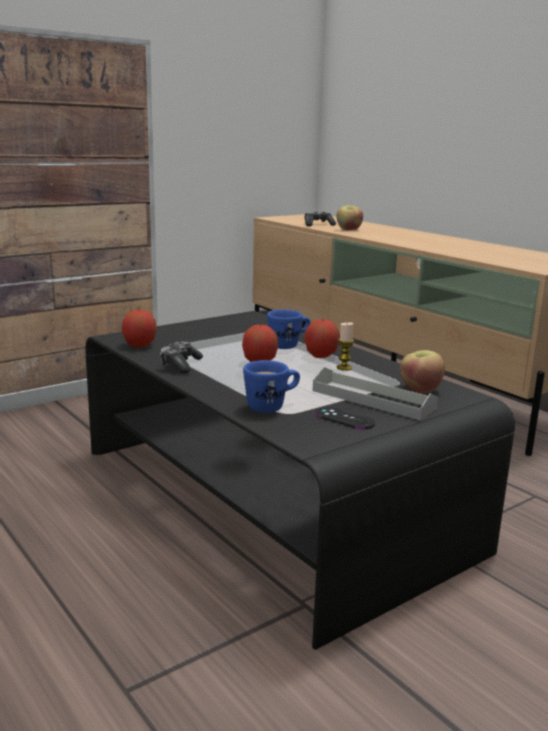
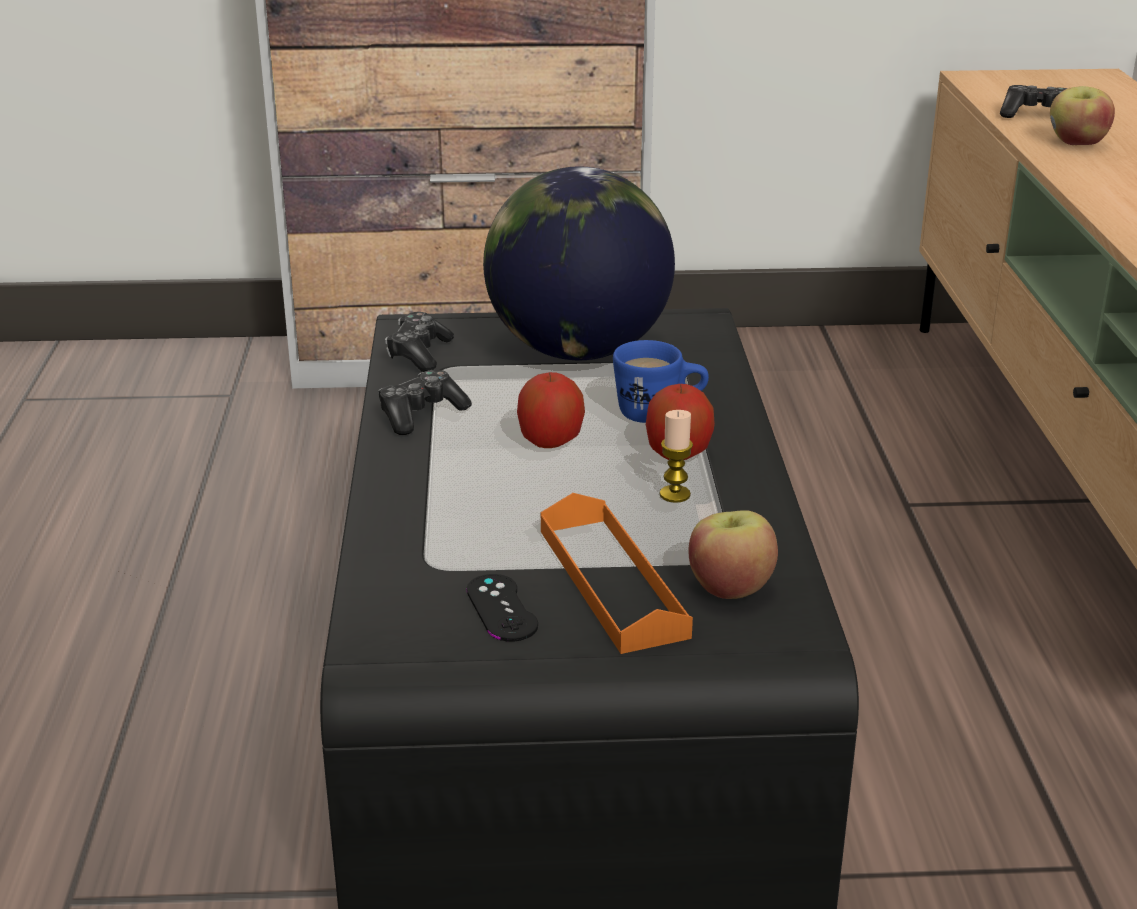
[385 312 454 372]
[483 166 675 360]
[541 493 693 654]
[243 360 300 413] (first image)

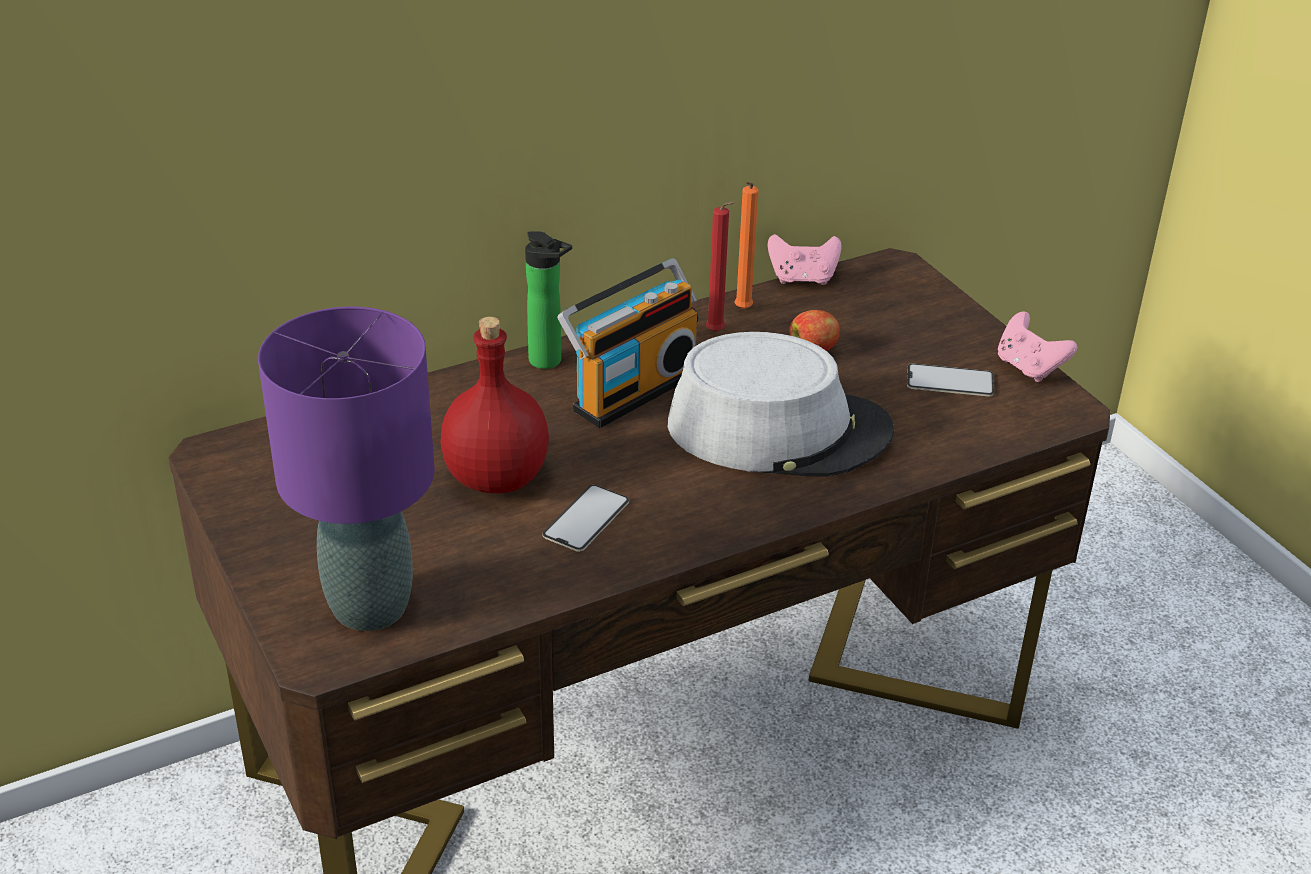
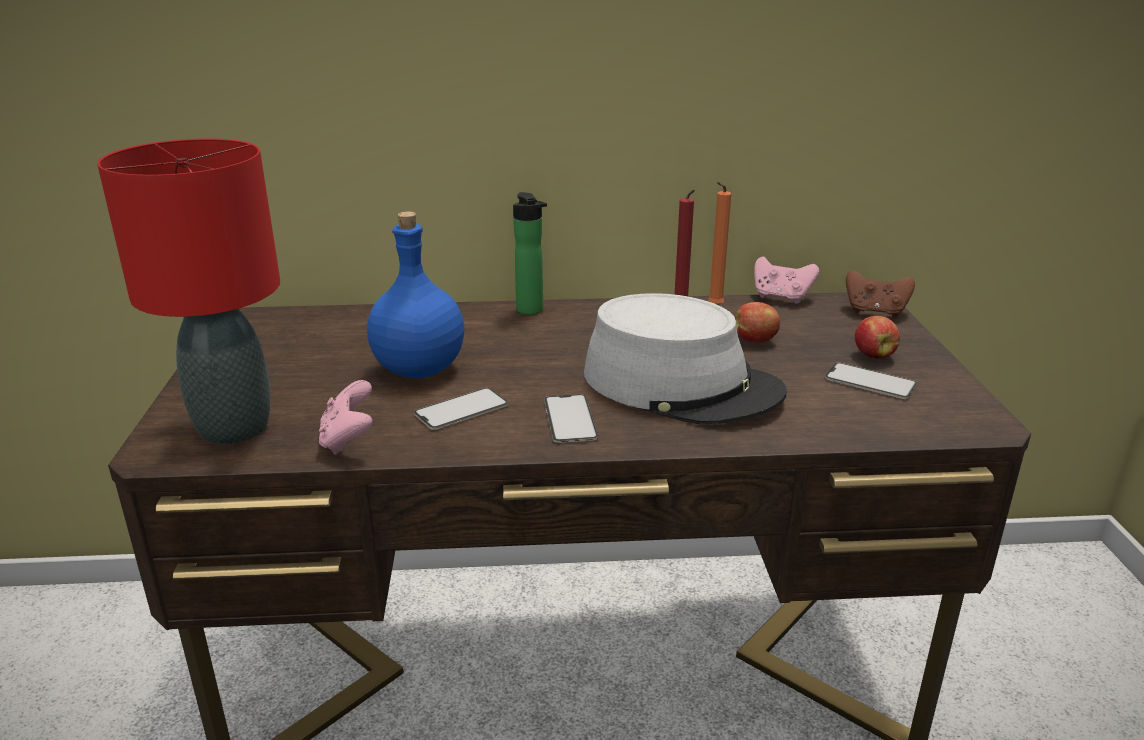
[97 138 280 445]
[319 380 373 455]
[367 211 464 378]
[544 394 599 443]
[846 270 915 318]
[855 316 900 359]
[557 258 699 428] (first image)

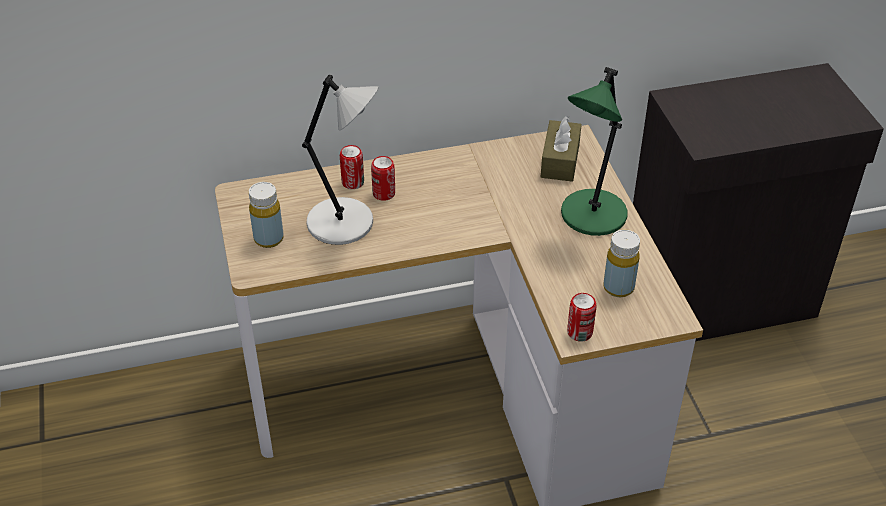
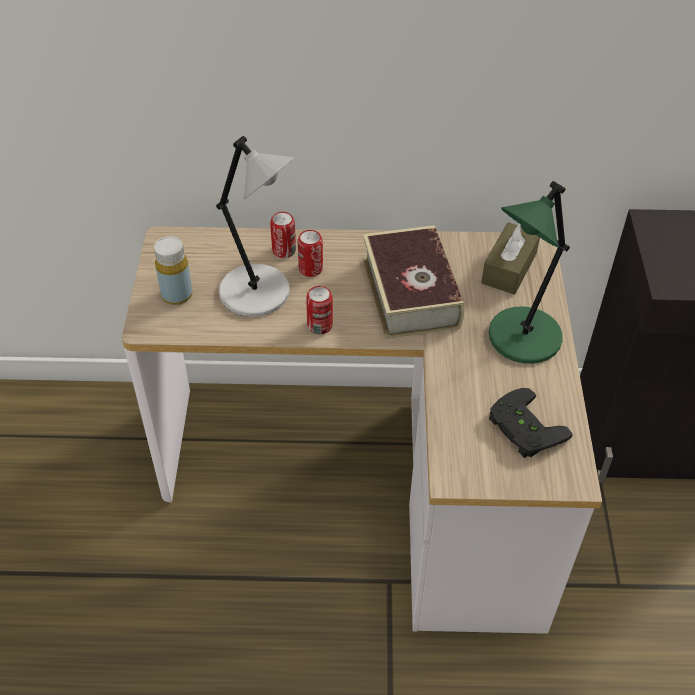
[306 286 333 334]
[362 225 464 339]
[489 388 572 458]

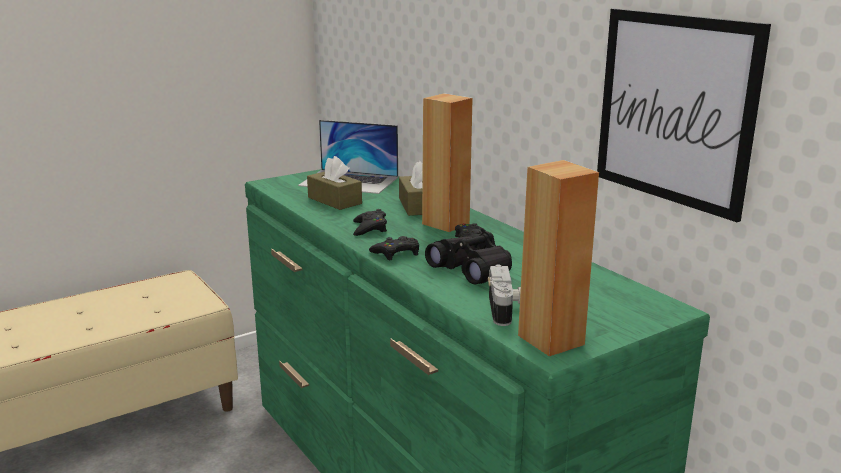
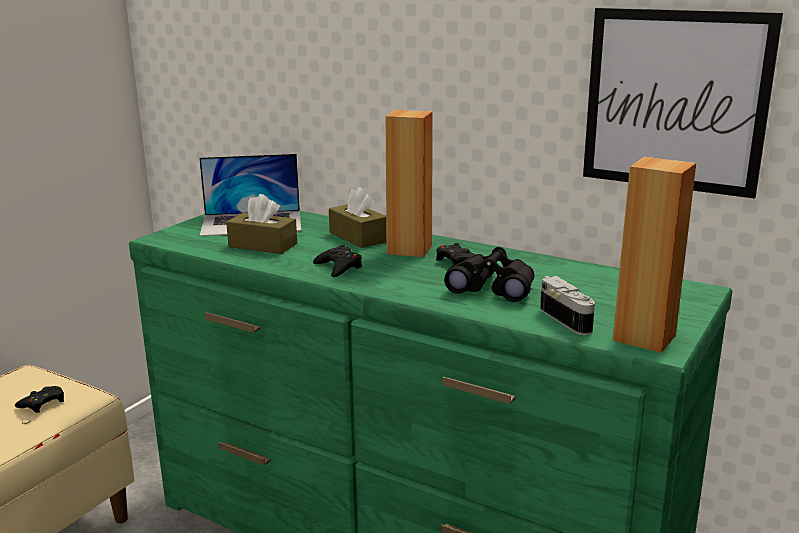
[14 386 64 413]

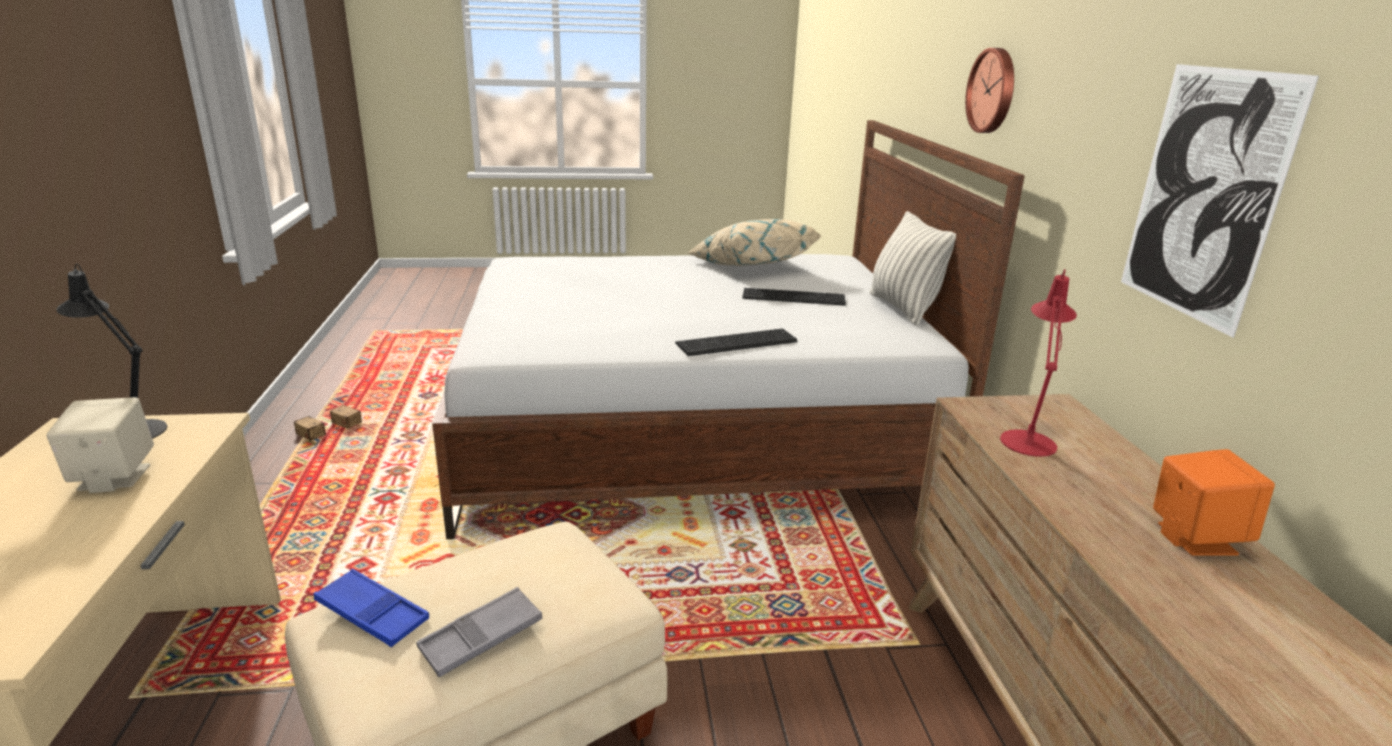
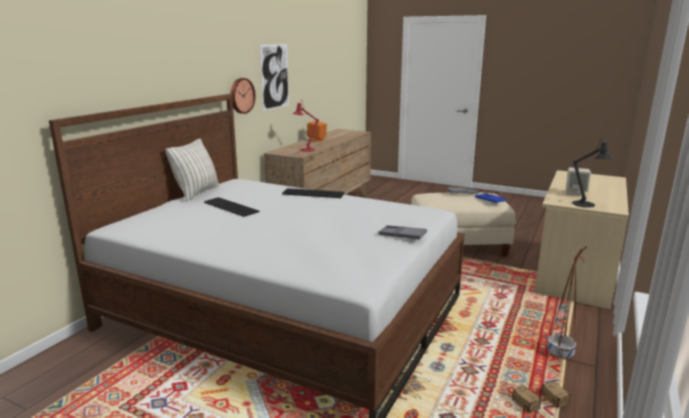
[230 78 255 114]
[378 225 427 240]
[547 246 587 359]
[688 219 821 266] (first image)

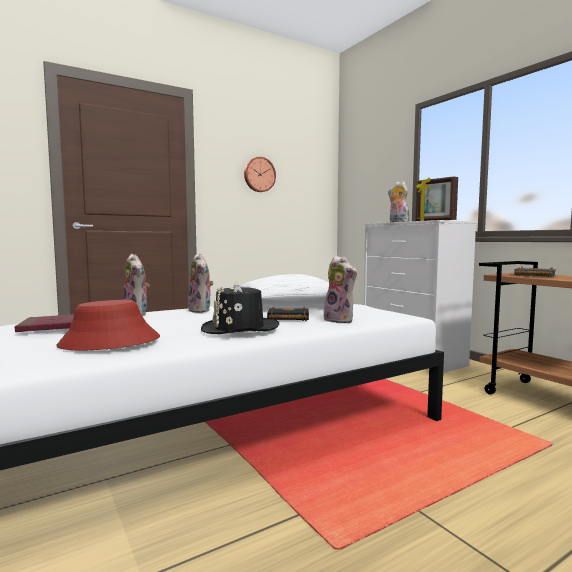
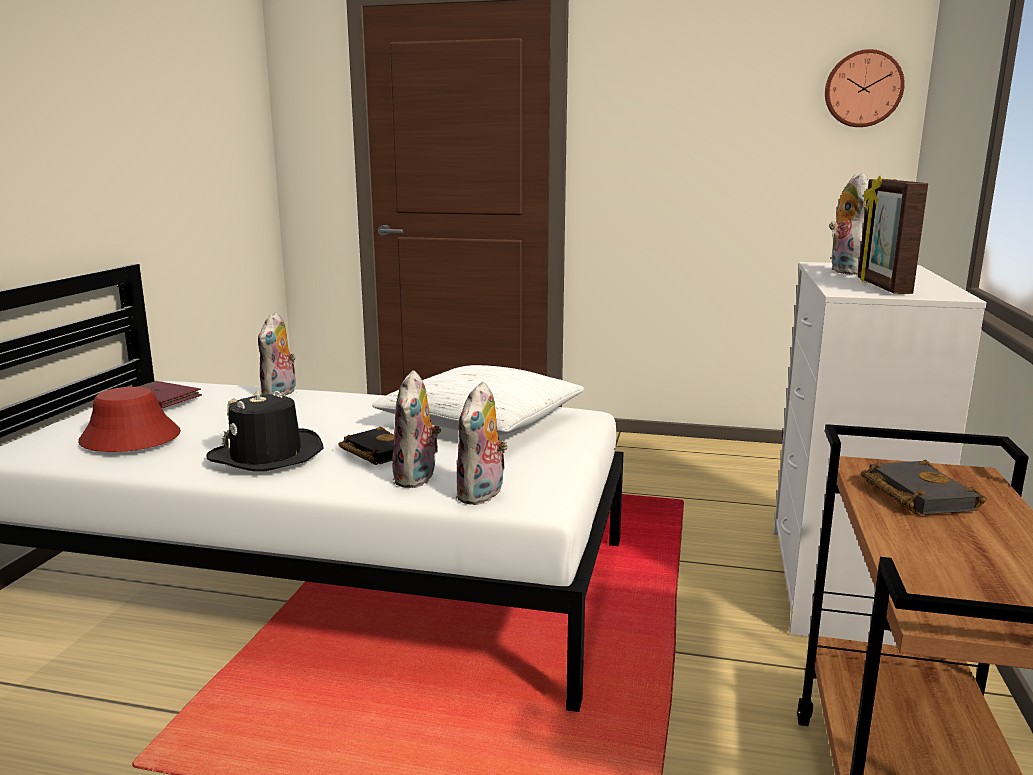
[456 382 508 505]
[825 49 905 127]

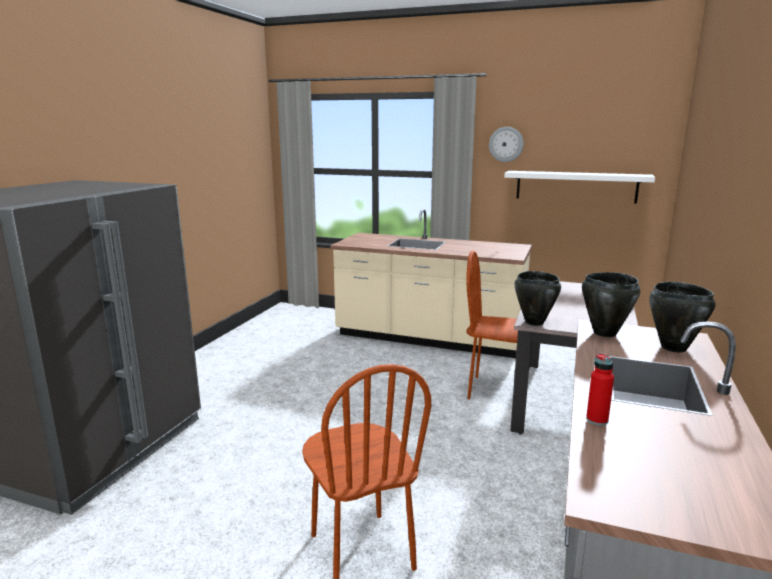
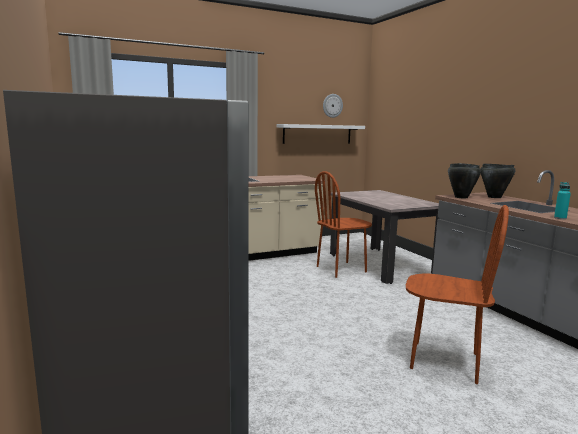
[323 94 343 118]
[554 182 571 219]
[515 271 561 326] (first image)

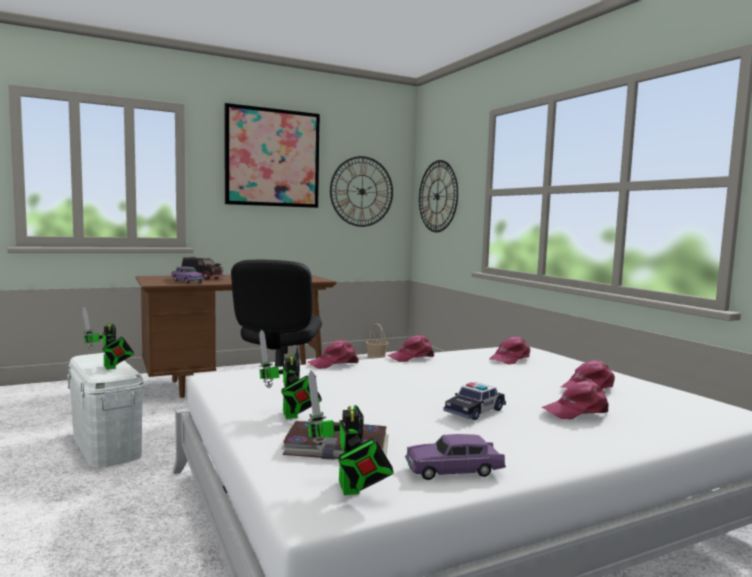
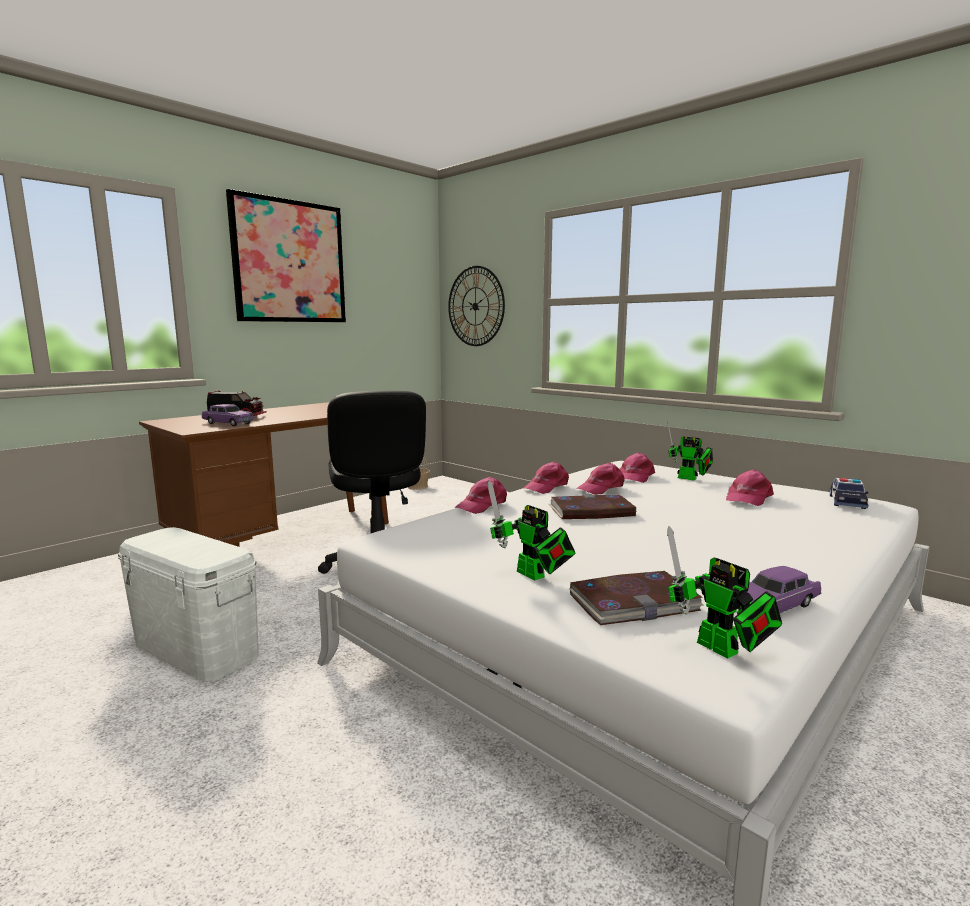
[549 494 637 519]
[576 463 625 495]
[667 421 713 481]
[829 477 868 509]
[330 156 393 227] (first image)

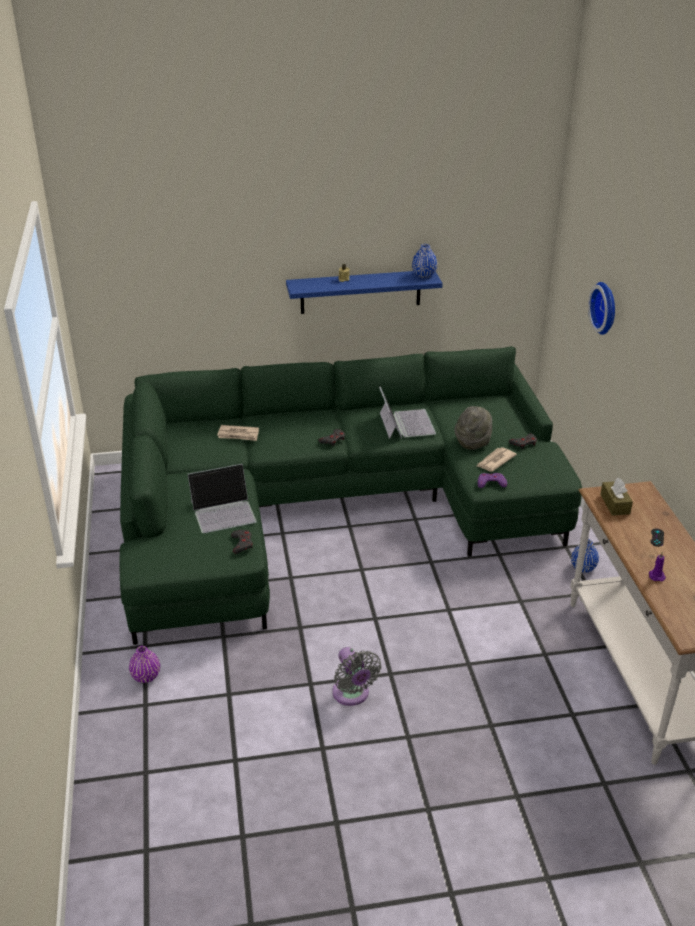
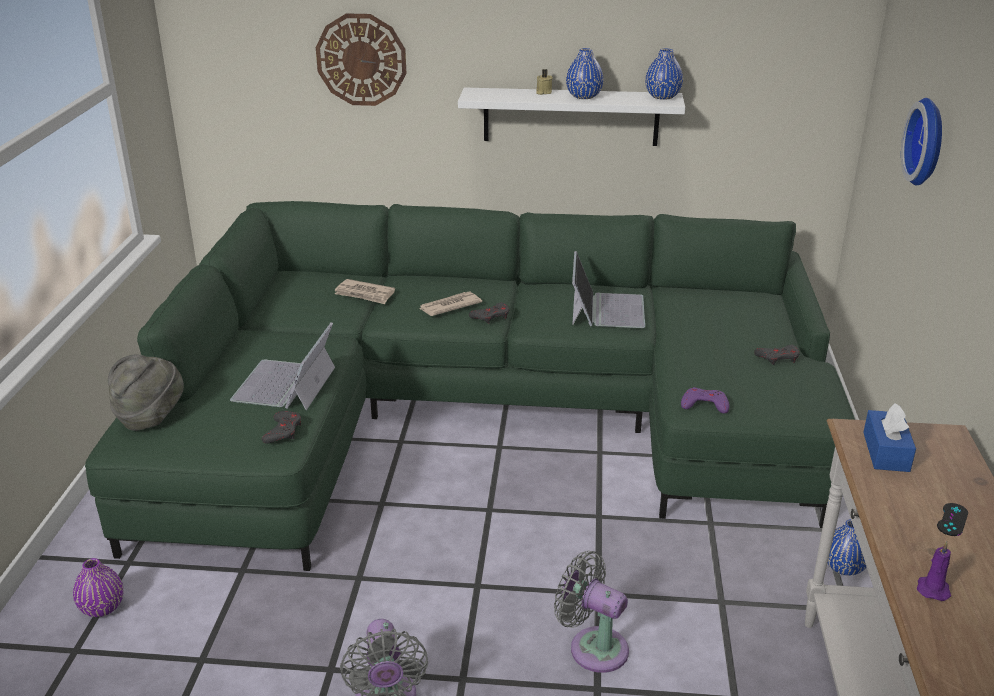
[108 355 184 431]
[230 322 335 410]
[316 13 407 106]
[419 291 482 316]
[458 87 685 146]
[554 551 629 673]
[566 48 604 99]
[863 403 916 472]

